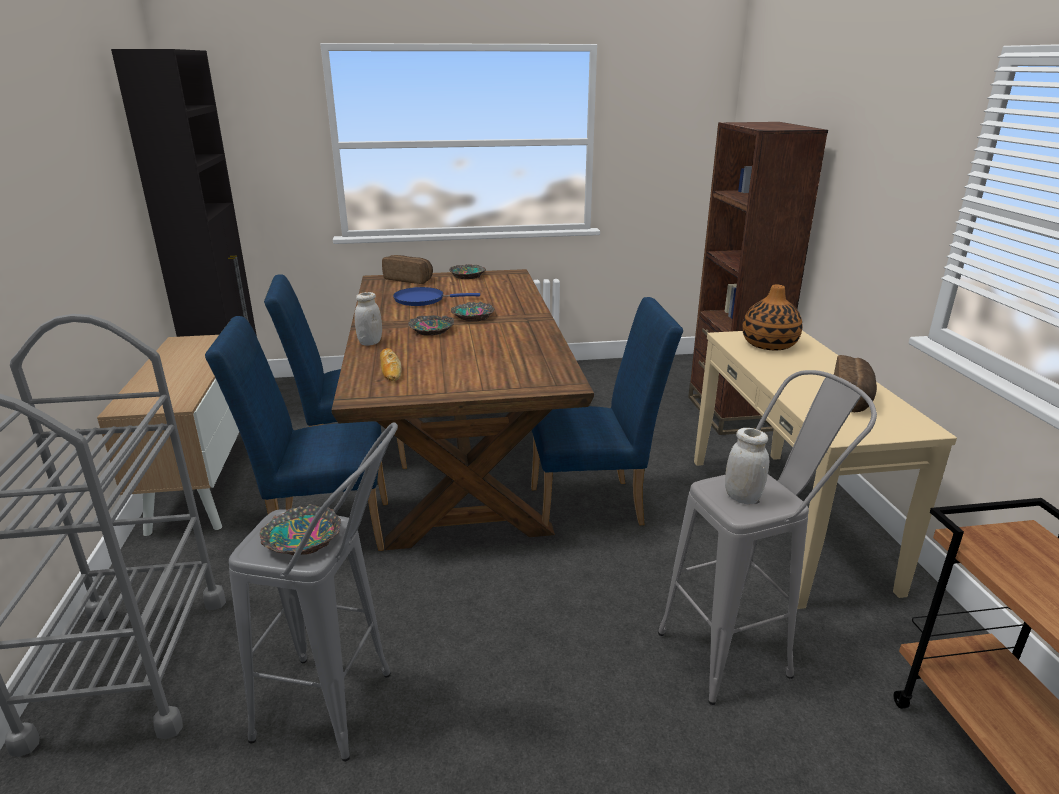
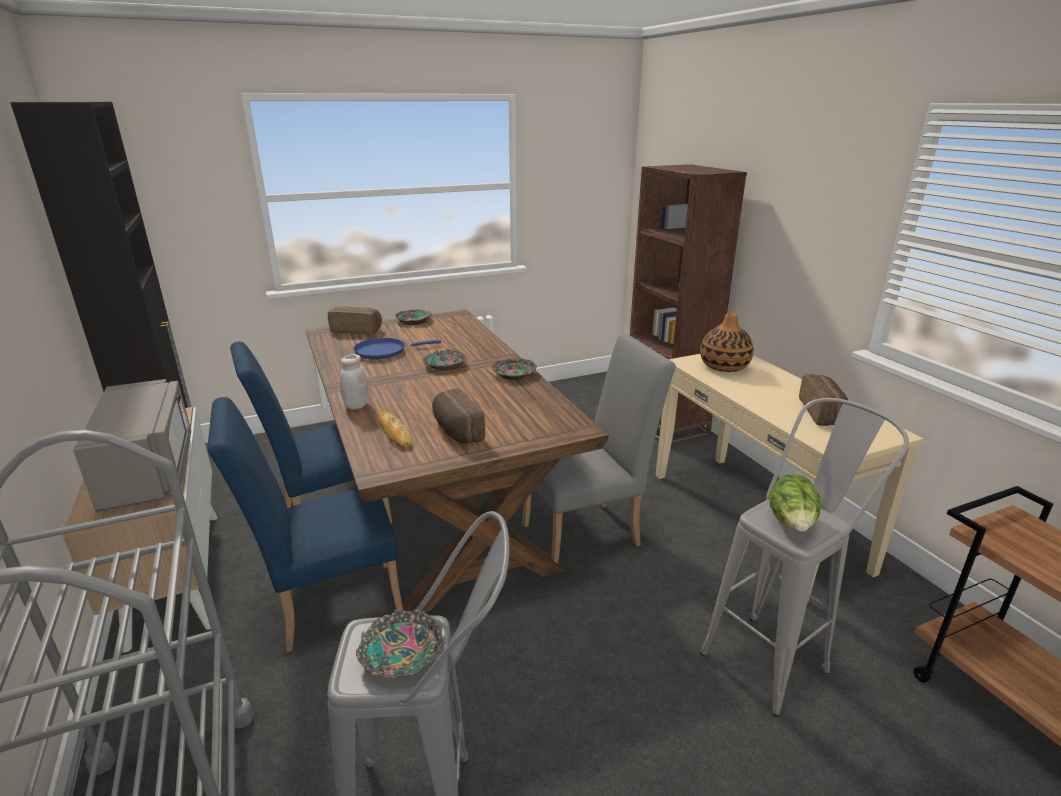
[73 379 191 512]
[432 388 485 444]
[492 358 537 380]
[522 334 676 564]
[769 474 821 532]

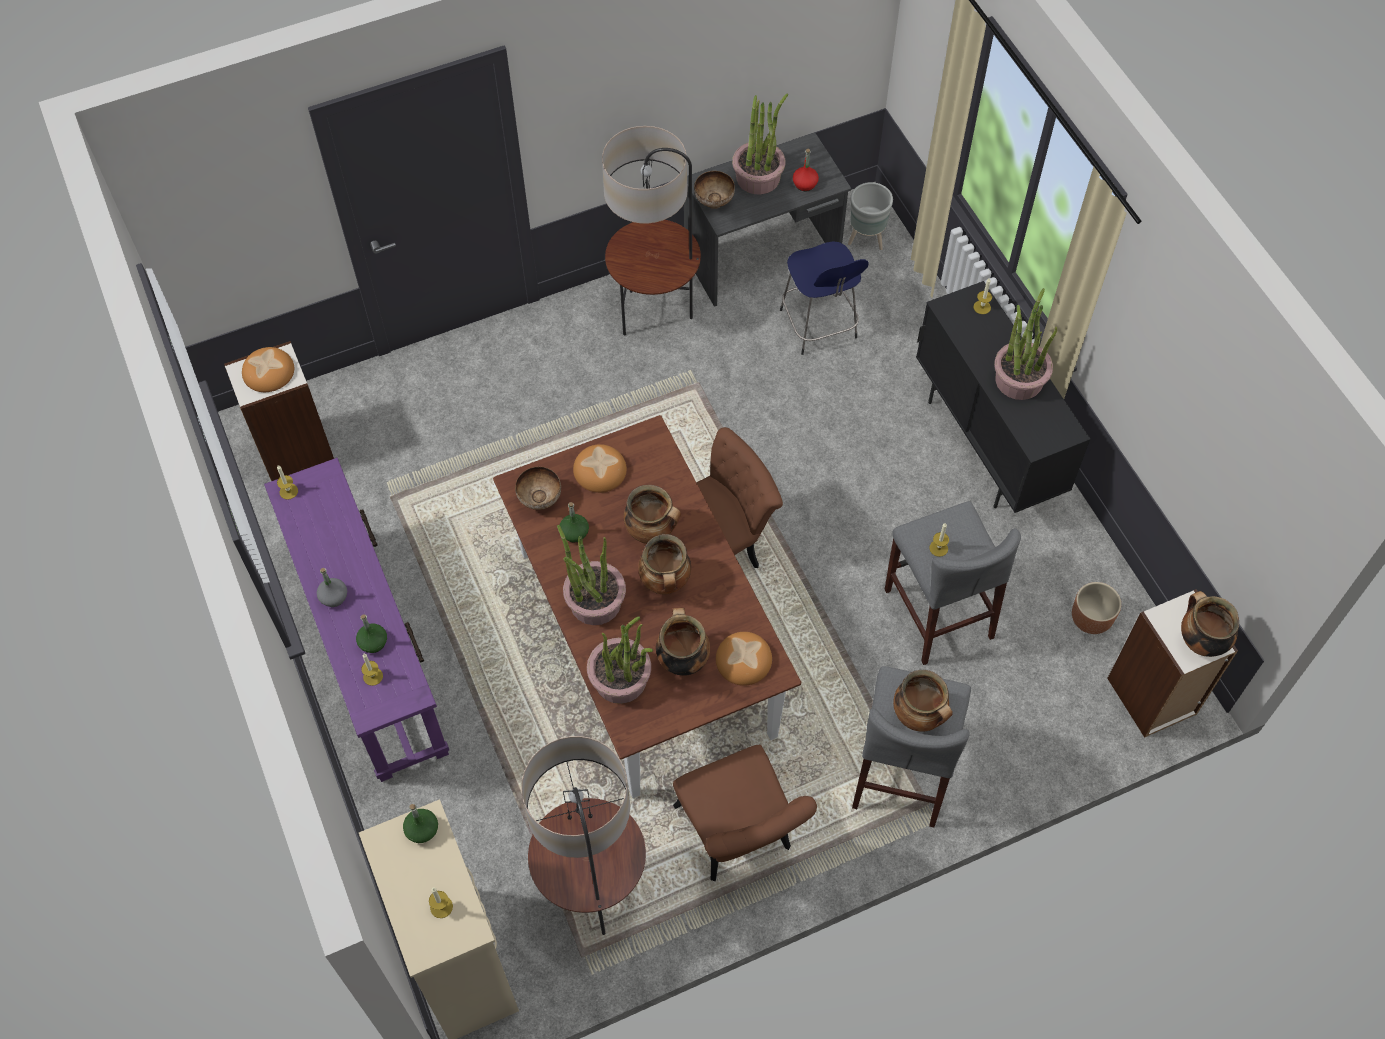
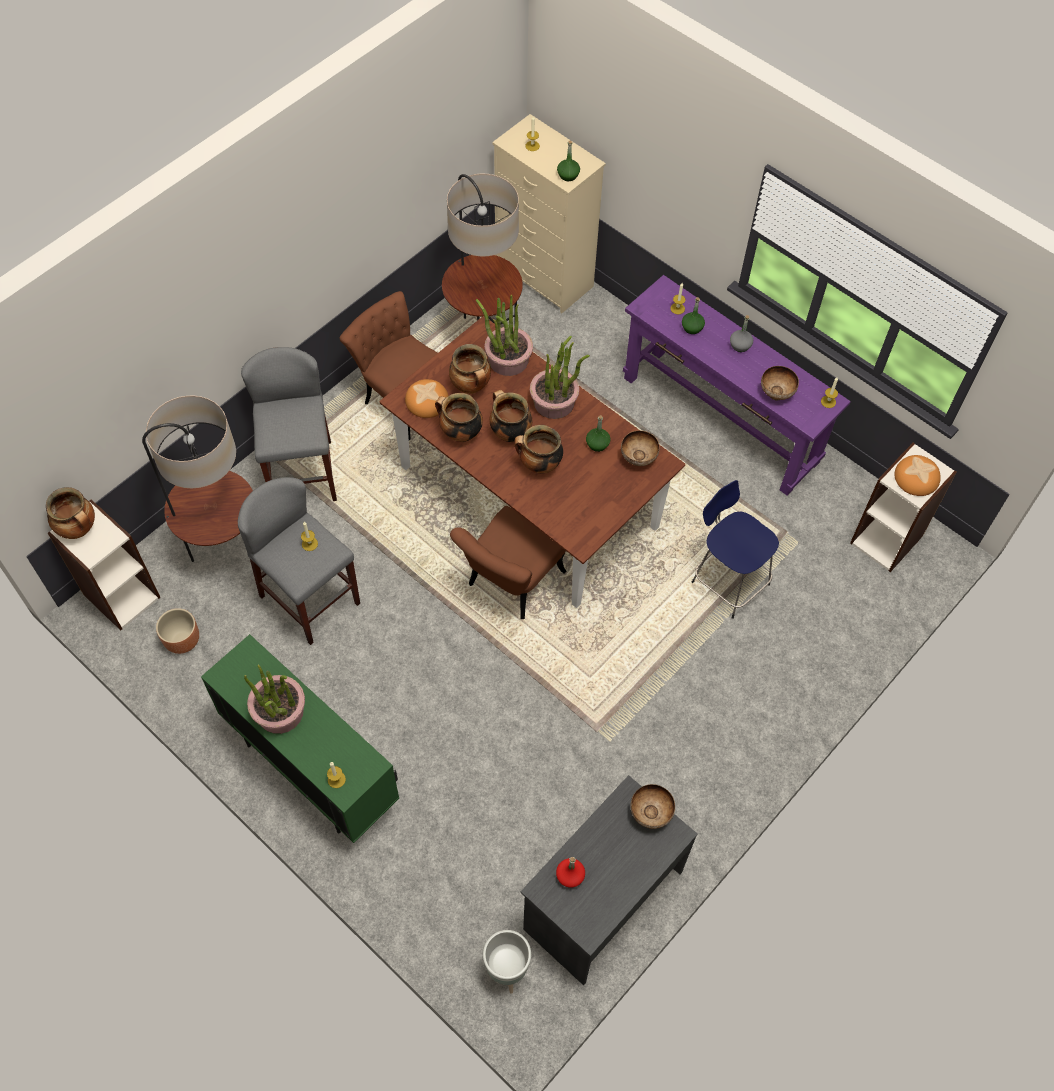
[142 396 253 562]
[201 634 399 843]
[435 393 483 442]
[692 480 779 619]
[761 366 799 400]
[573 444 627 493] (first image)
[732 94 788 195] (first image)

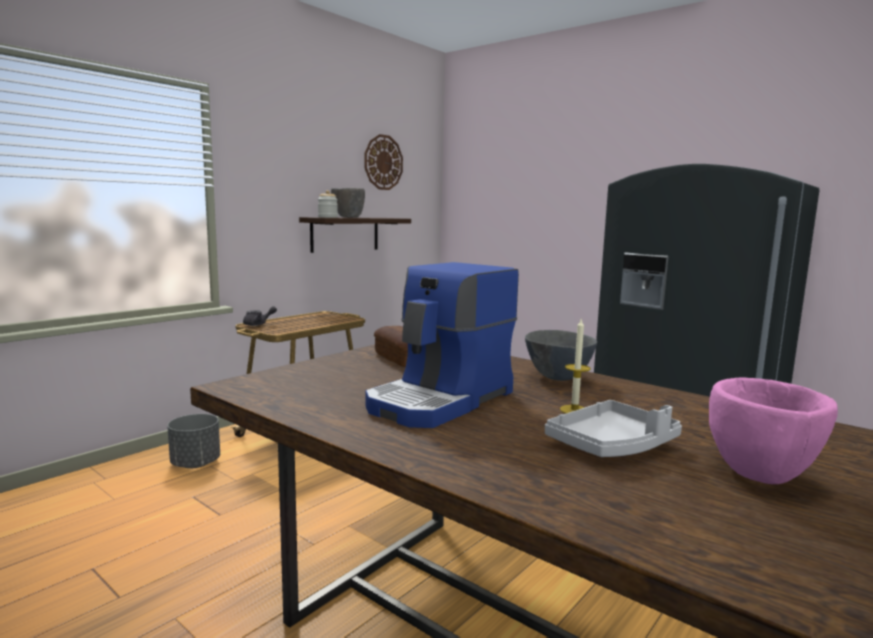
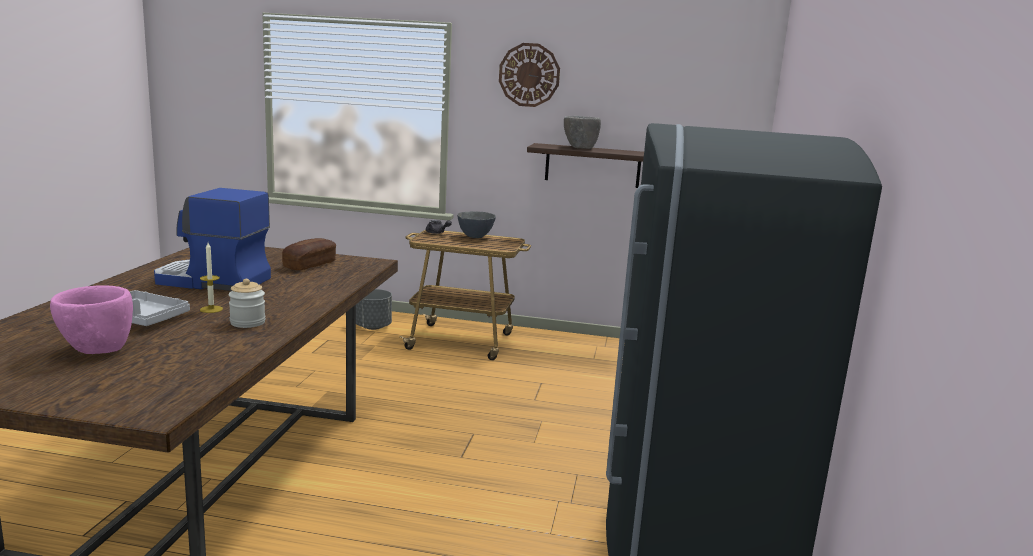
[229 279 266 328]
[457 211 496 238]
[499 43 560 107]

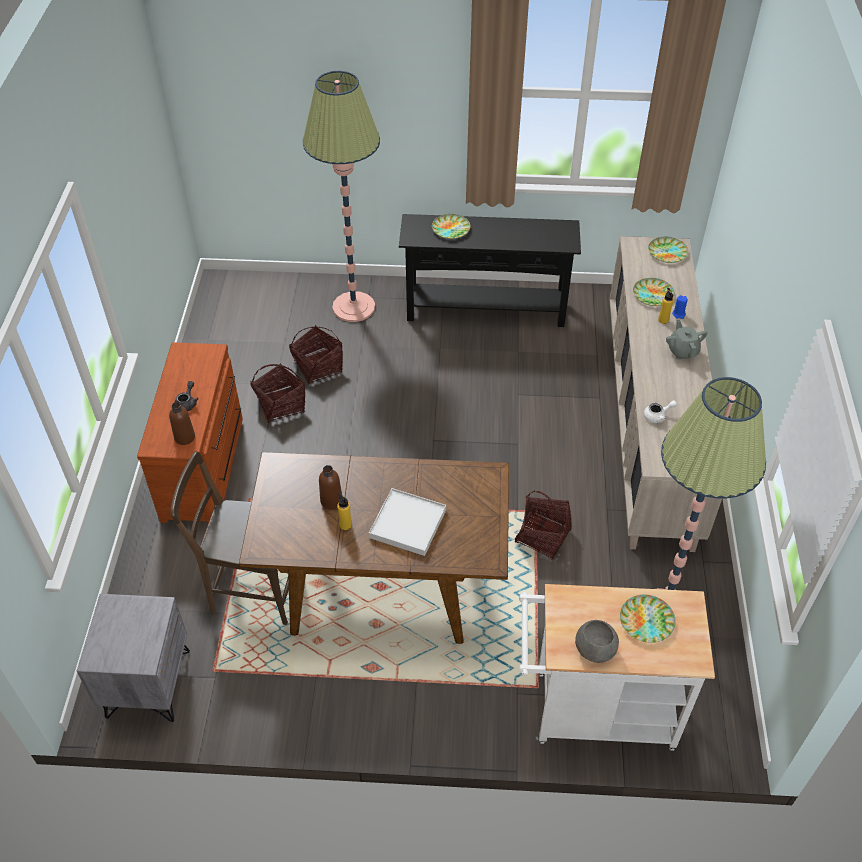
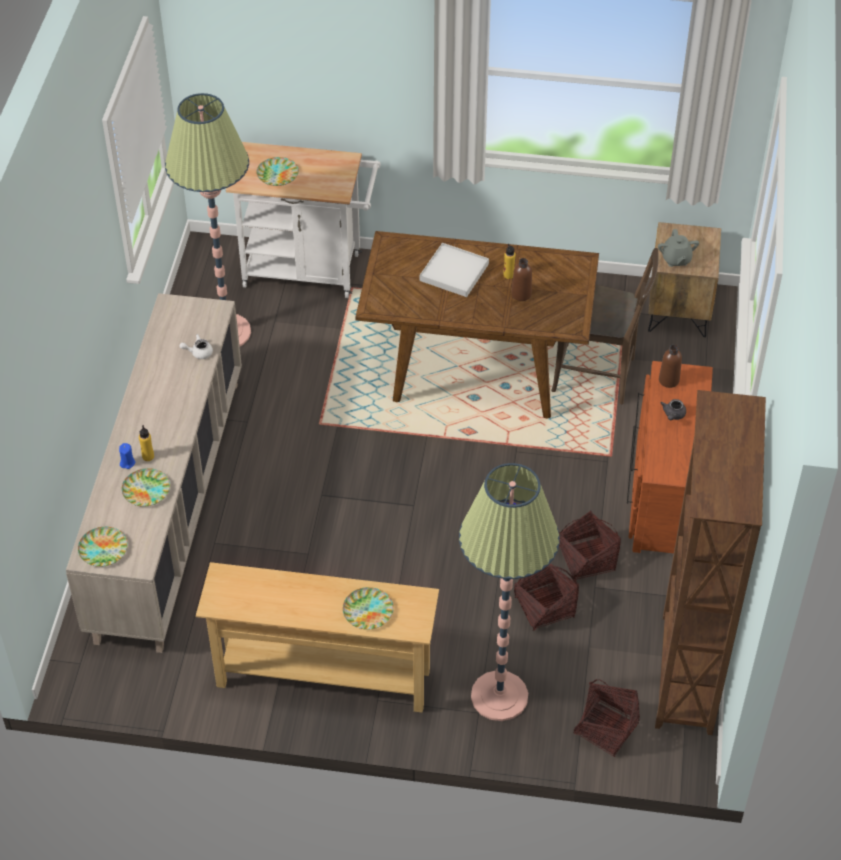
[196 562 439 713]
[573 679 640 757]
[648 222 721 337]
[655 390 766 735]
[658 229 699 267]
[575 620 619 663] (first image)

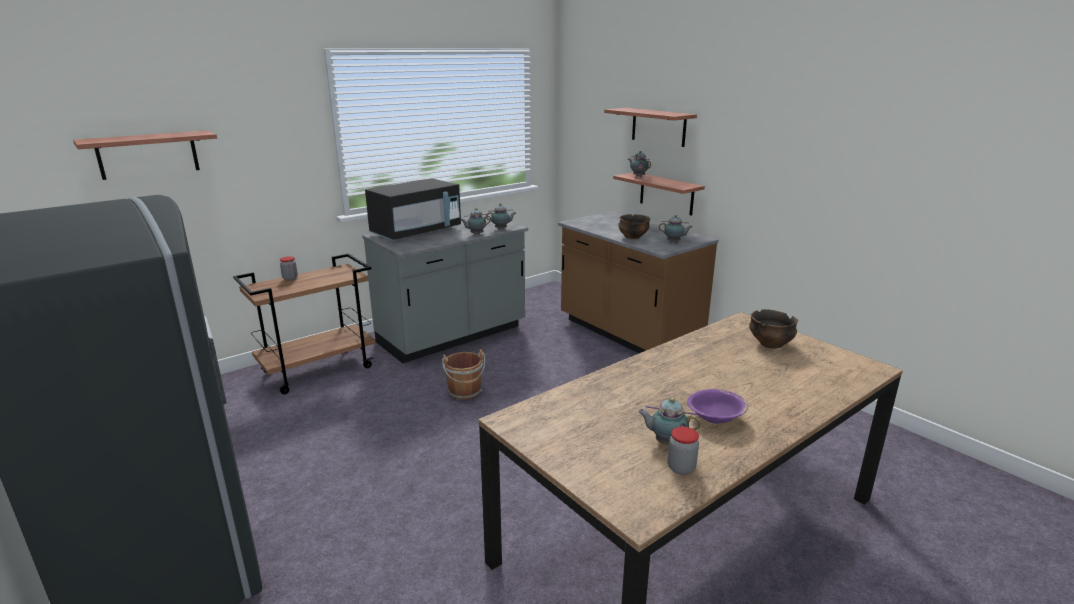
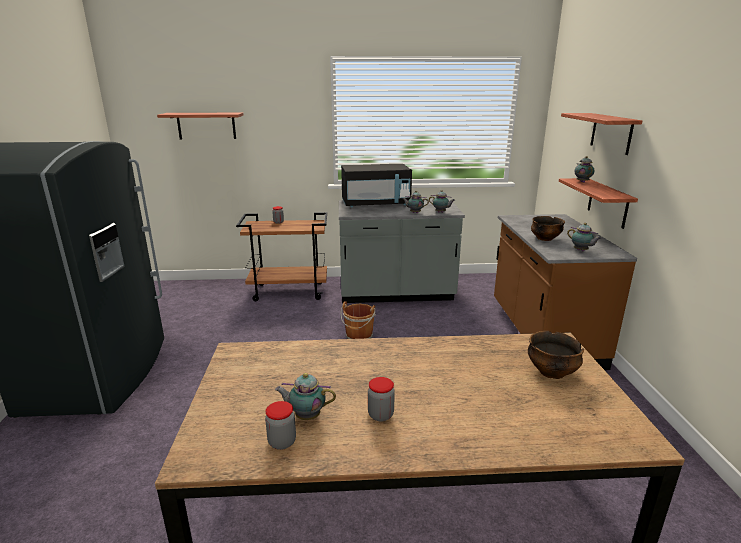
[275 373 336 420]
[368 377 395 422]

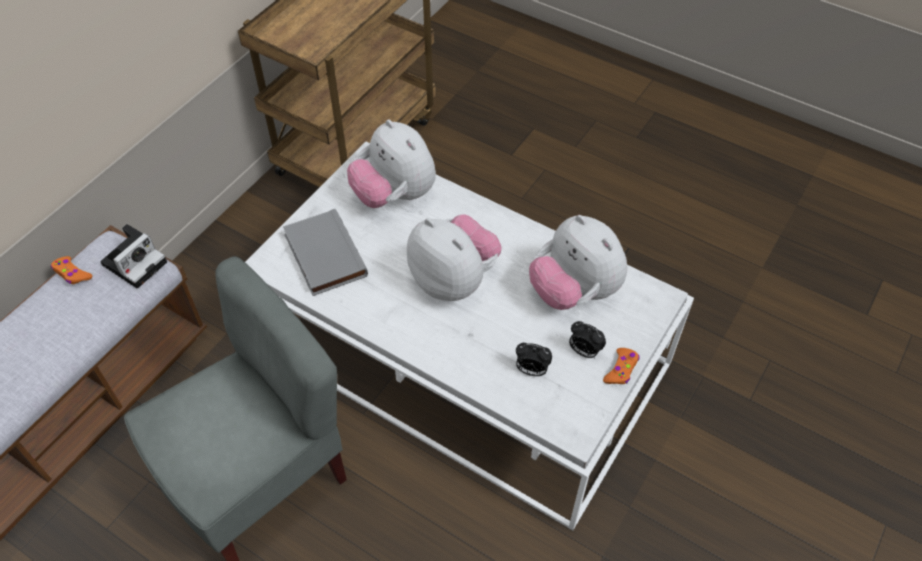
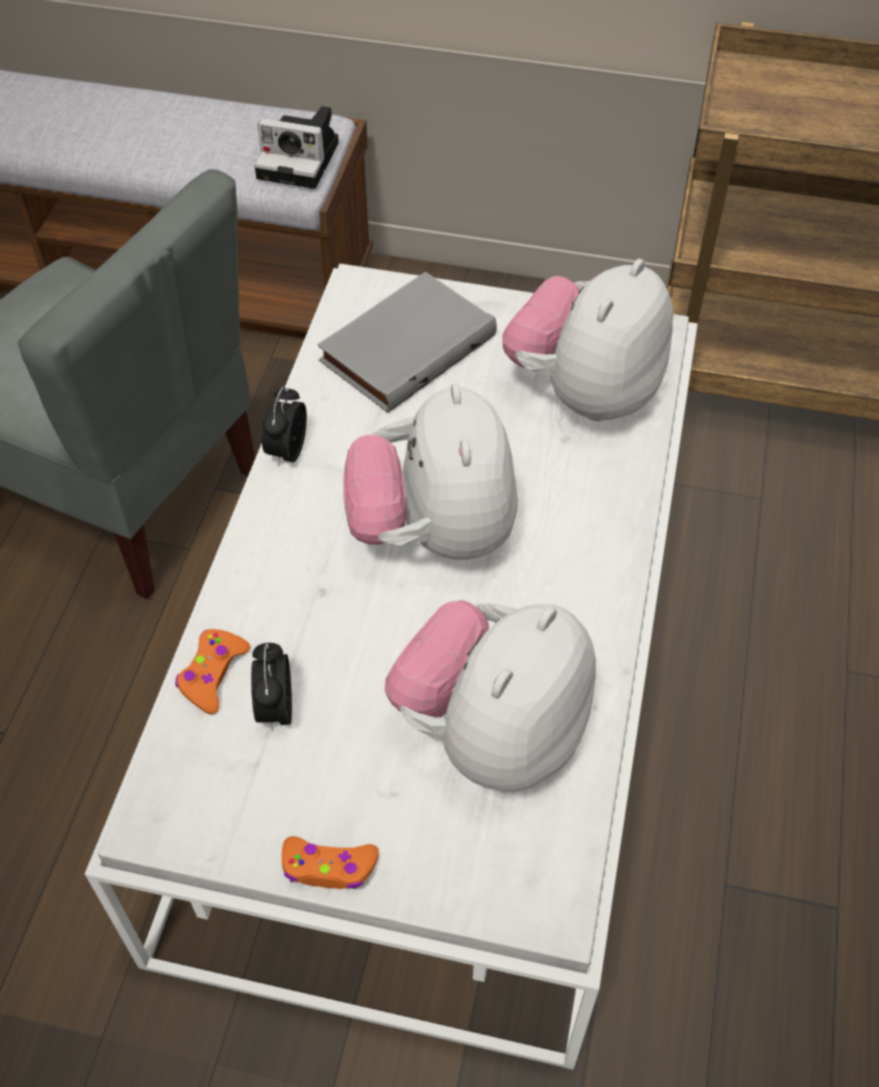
[175 629 250 714]
[262 386 307 467]
[343 383 518 560]

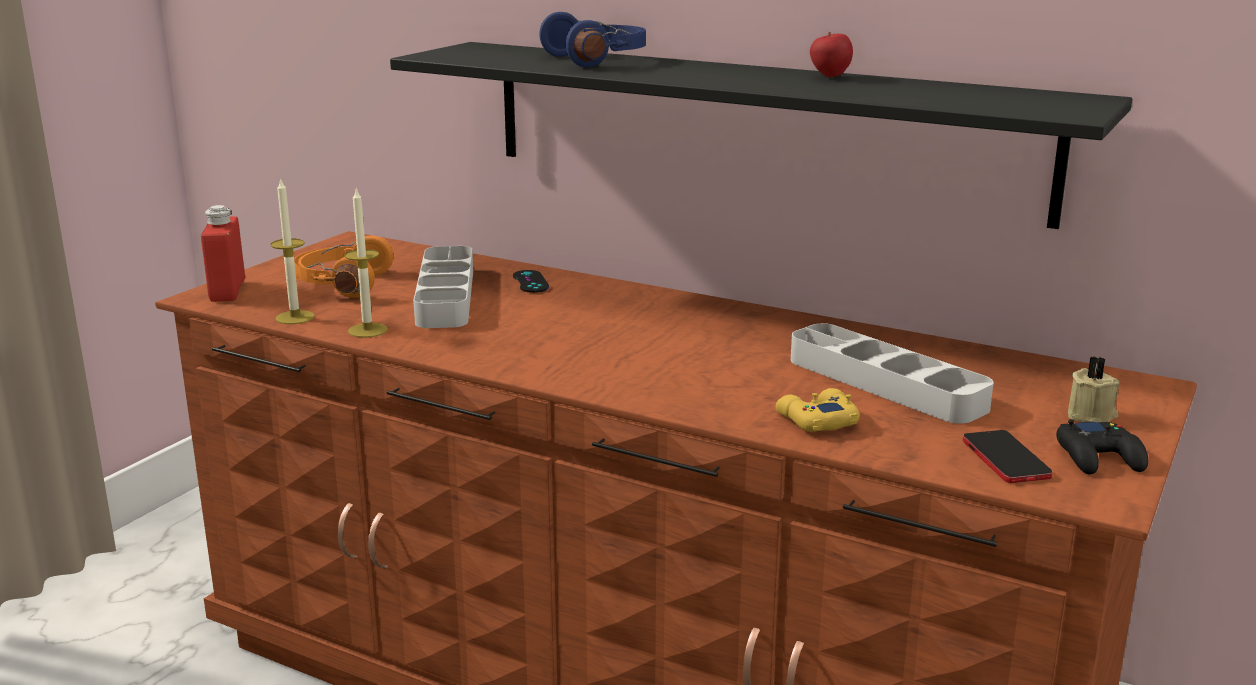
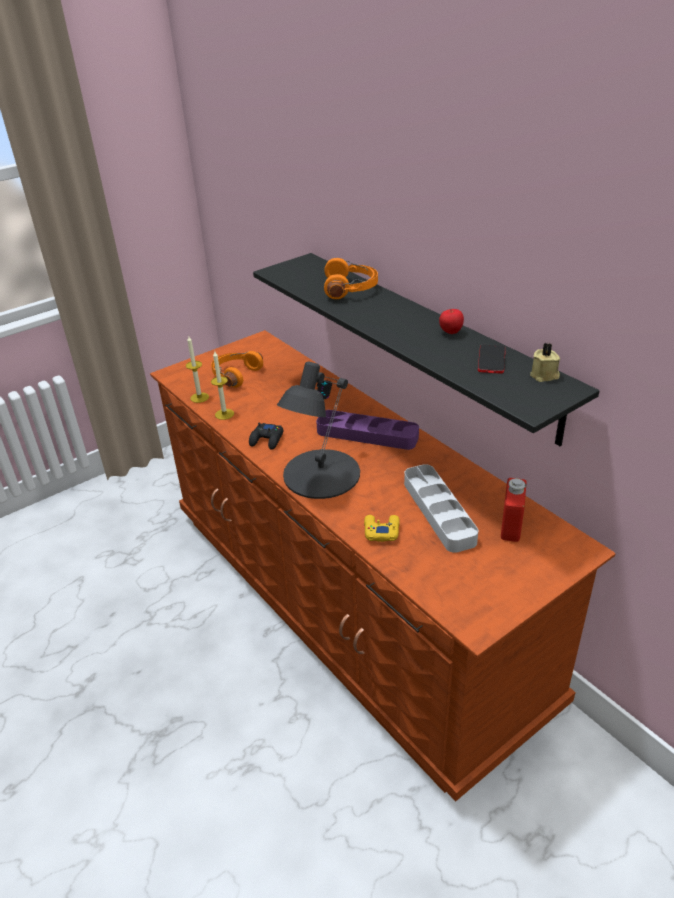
[249 422 283 450]
[277 361 360 499]
[316 410 419 450]
[324 258 378 299]
[478 345 505 374]
[501 478 527 542]
[530 343 560 382]
[413 246 473 328] (first image)

